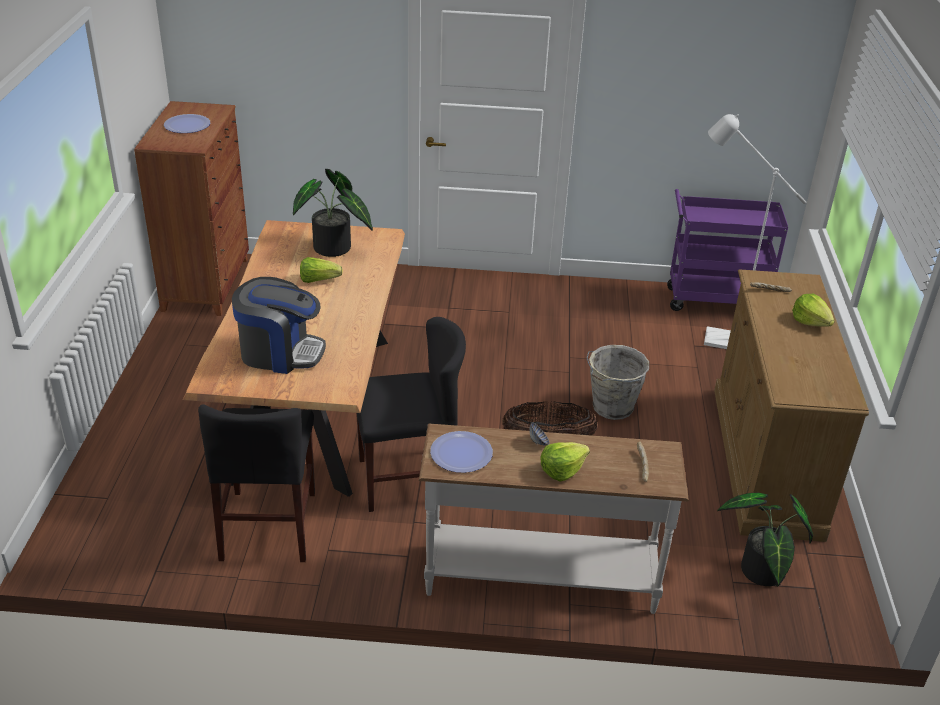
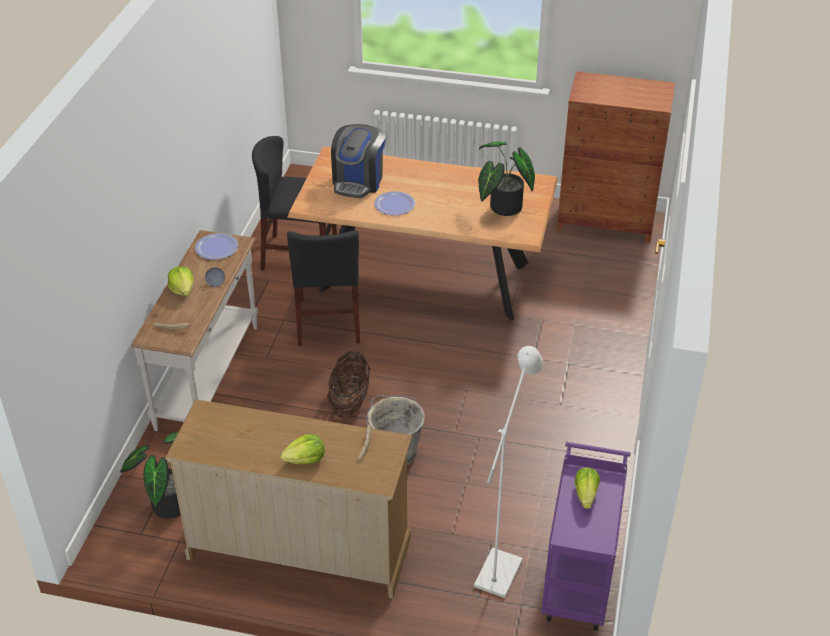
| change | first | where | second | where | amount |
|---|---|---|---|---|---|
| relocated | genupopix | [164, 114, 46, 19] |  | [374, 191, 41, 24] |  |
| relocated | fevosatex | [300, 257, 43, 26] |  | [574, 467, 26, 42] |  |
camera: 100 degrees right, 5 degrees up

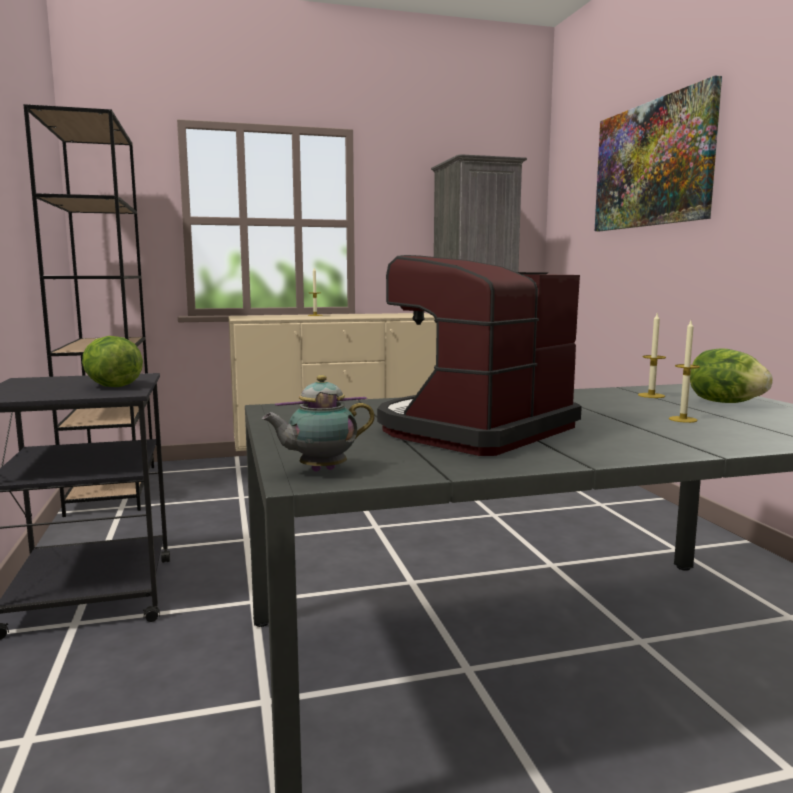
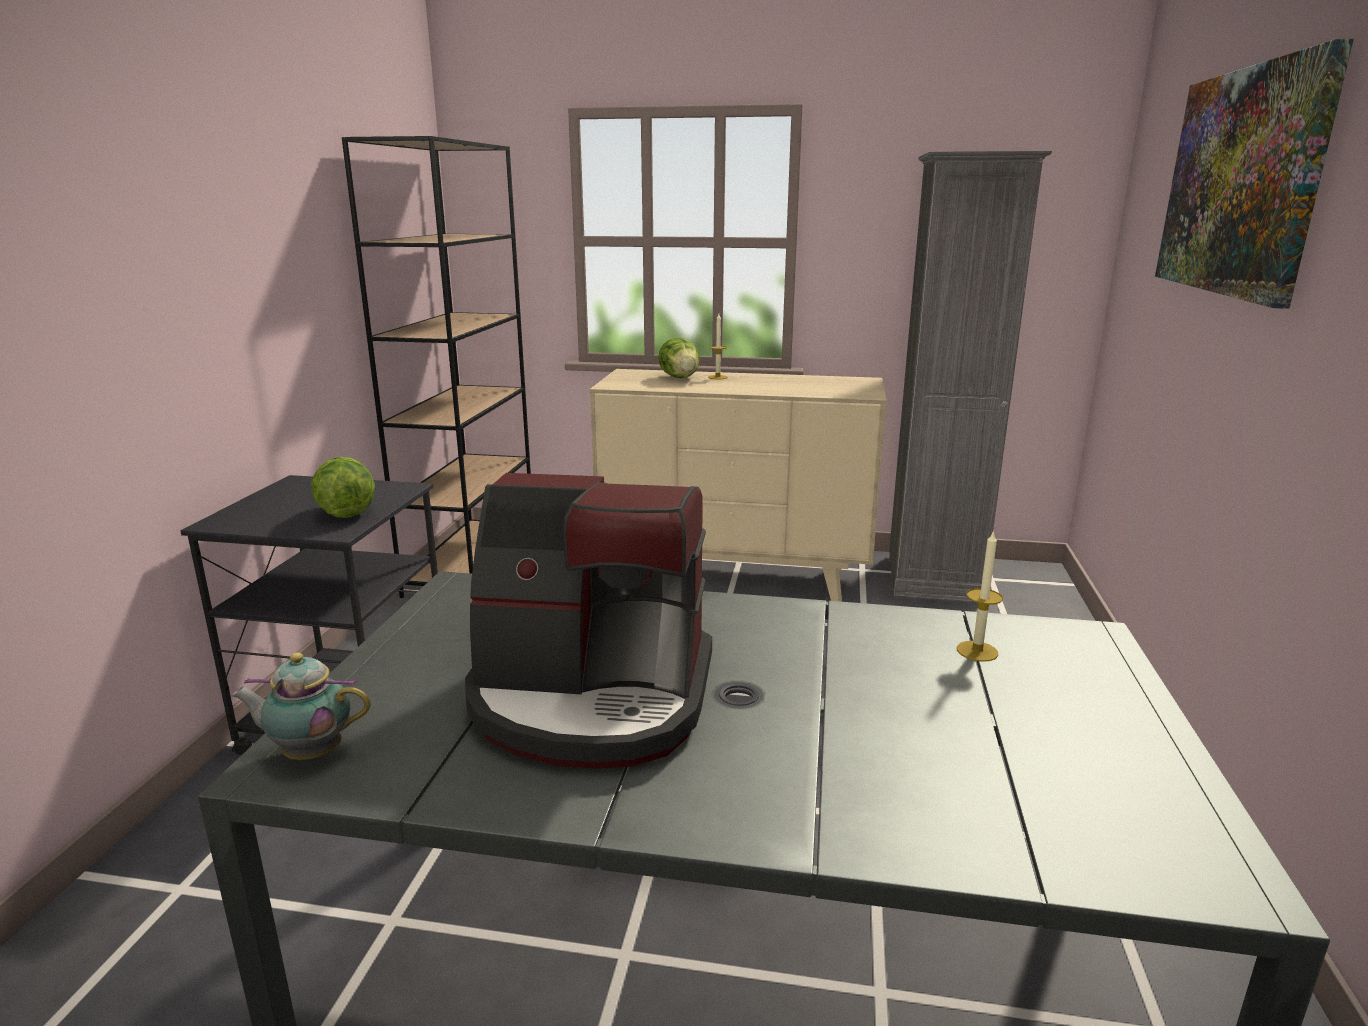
| change | first | where | second | where | amount |
|---|---|---|---|---|---|
| spun | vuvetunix | [377, 255, 205, 201] |  | [465, 473, 247, 296] | 150 degrees counterclockwise |
| relocated | fevosatex | [690, 348, 83, 55] |  | [658, 338, 42, 40] |  |
| missing | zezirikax | [669, 321, 31, 102] |  |  |  |
camera: 25 degrees right, 10 degrees up

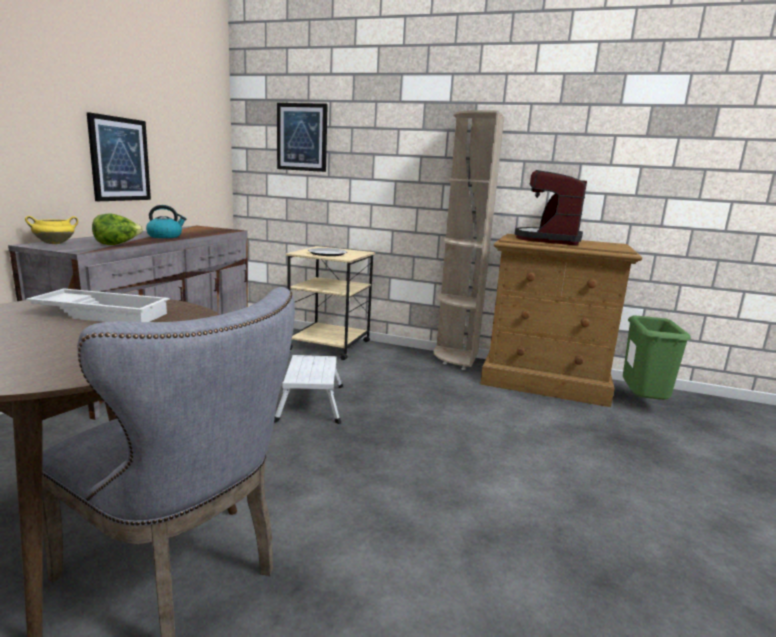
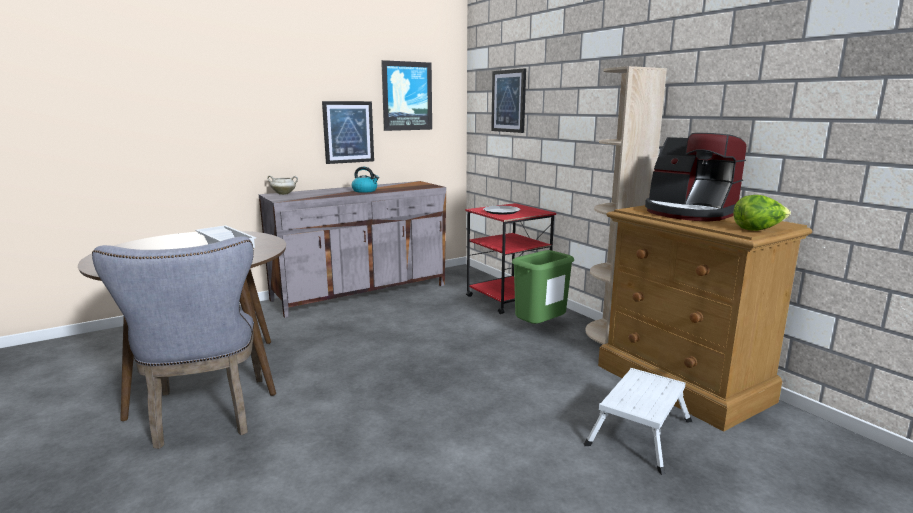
| change | first | where | second | where | amount |
|---|---|---|---|---|---|
| colour | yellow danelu | [25, 216, 53, 28] | white danelu | [267, 175, 31, 20] |  |
| appeared |  |  | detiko | [381, 60, 51, 71] |  |
| colour | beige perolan | [286, 246, 89, 114] | red perolan | [466, 203, 90, 111] |  |
| relocated | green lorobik | [623, 316, 68, 84] |  | [512, 250, 62, 74] |  |
| relocated | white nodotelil | [274, 355, 69, 69] |  | [584, 368, 108, 107] |  |
| spun | vuvetunix | [515, 170, 72, 75] |  | [645, 133, 101, 88] | 105 degrees counterclockwise |
| relocated | fevosatex | [92, 214, 51, 31] |  | [733, 195, 58, 36] |  |
camera: 40 degrees right, 0 degrees up

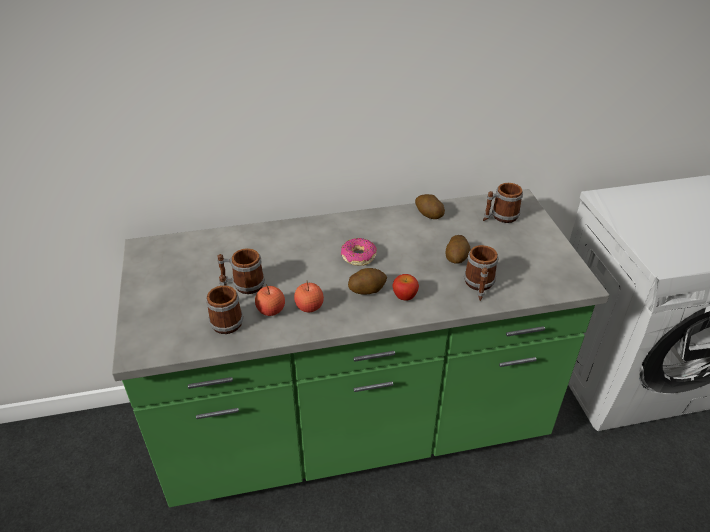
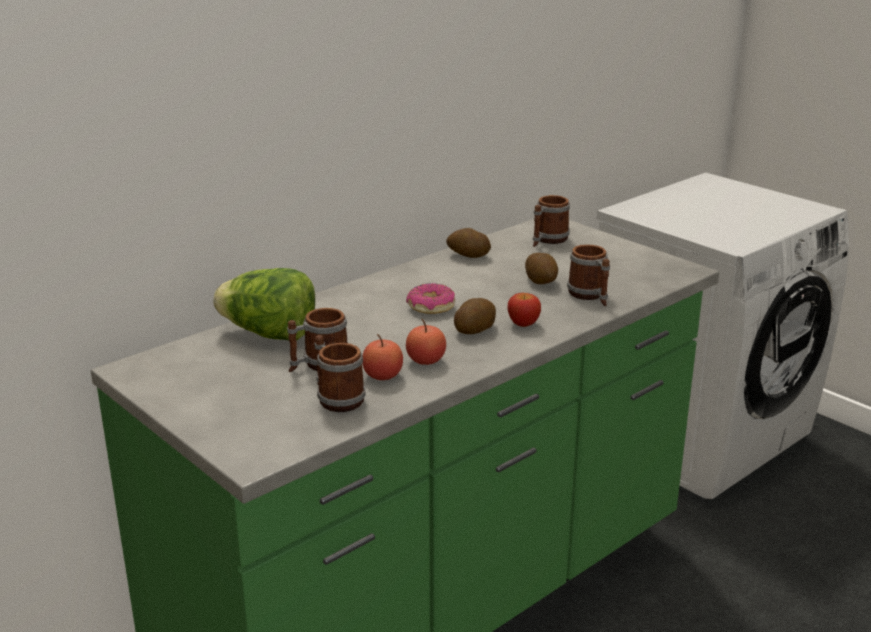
| change | first | where | second | where | amount |
|---|---|---|---|---|---|
| appeared |  |  | fevosatex | [213, 268, 102, 73] |  |
camera: 30 degrees left, 15 degrees down

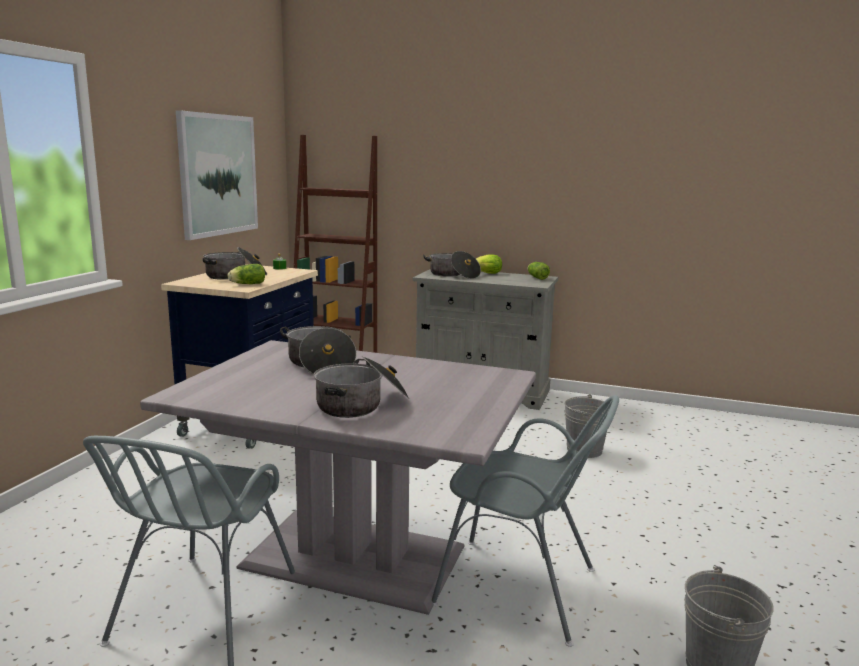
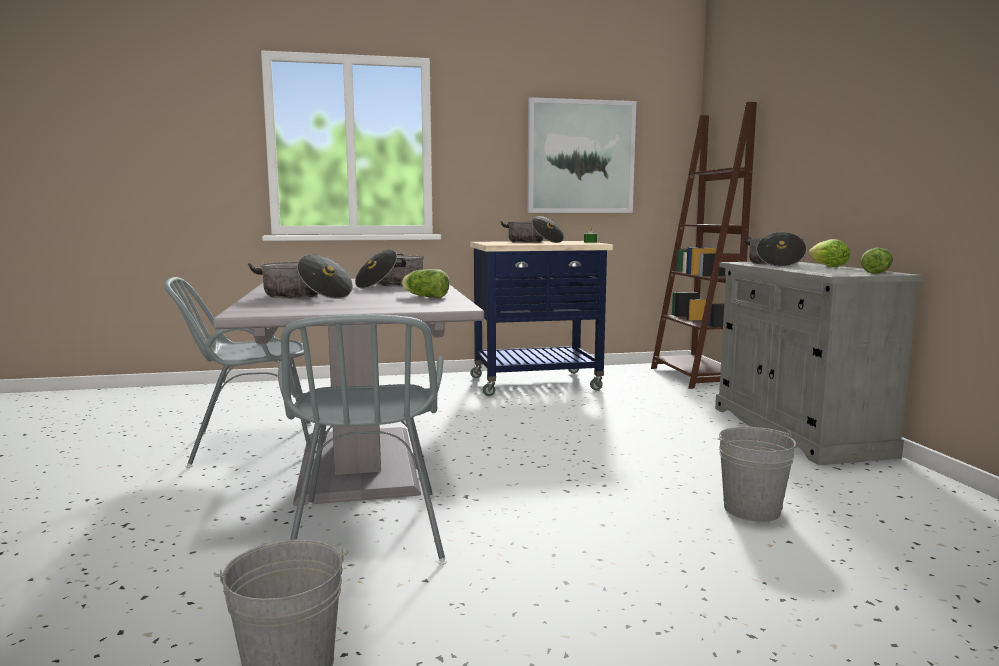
| change | first | where | second | where | amount |
|---|---|---|---|---|---|
| relocated | fevosatex | [228, 264, 37, 20] |  | [402, 269, 47, 29] |  |
camera: 60 degrees right, 5 degrees down

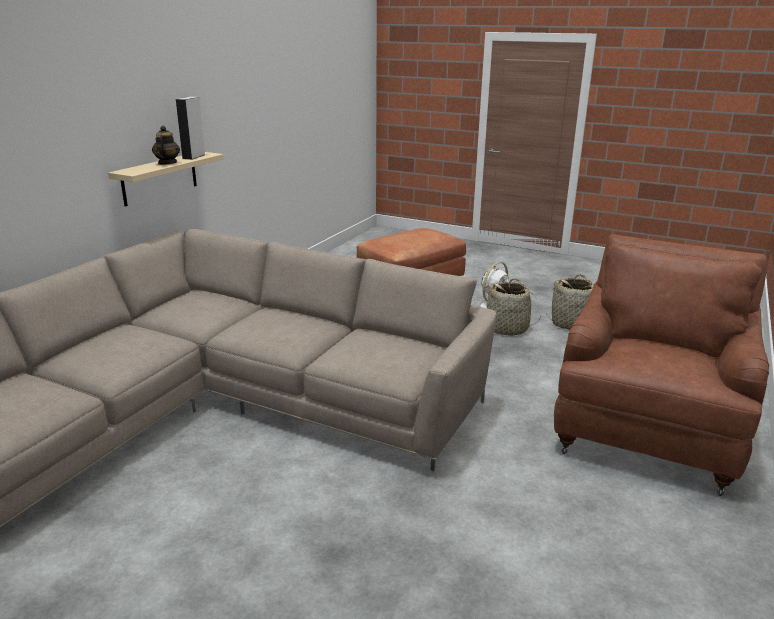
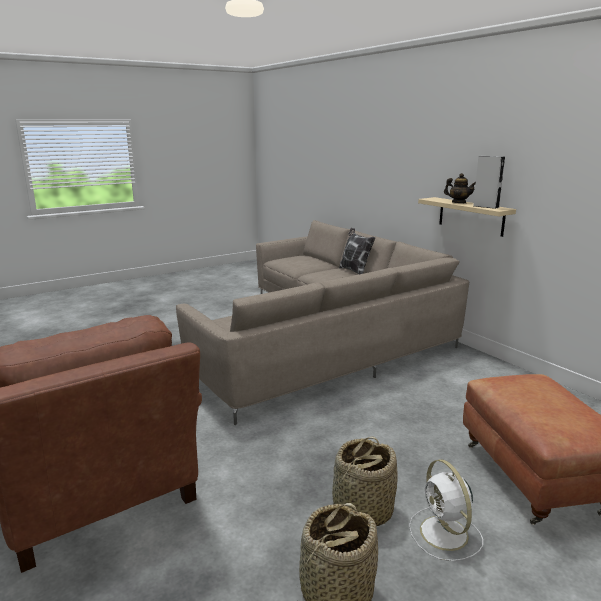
| change | first | where | second | where | amount |
|---|---|---|---|---|---|
| appeared |  |  | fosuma | [339, 228, 36, 47] |  |
camera: 120 degrees right, 5 degrees down

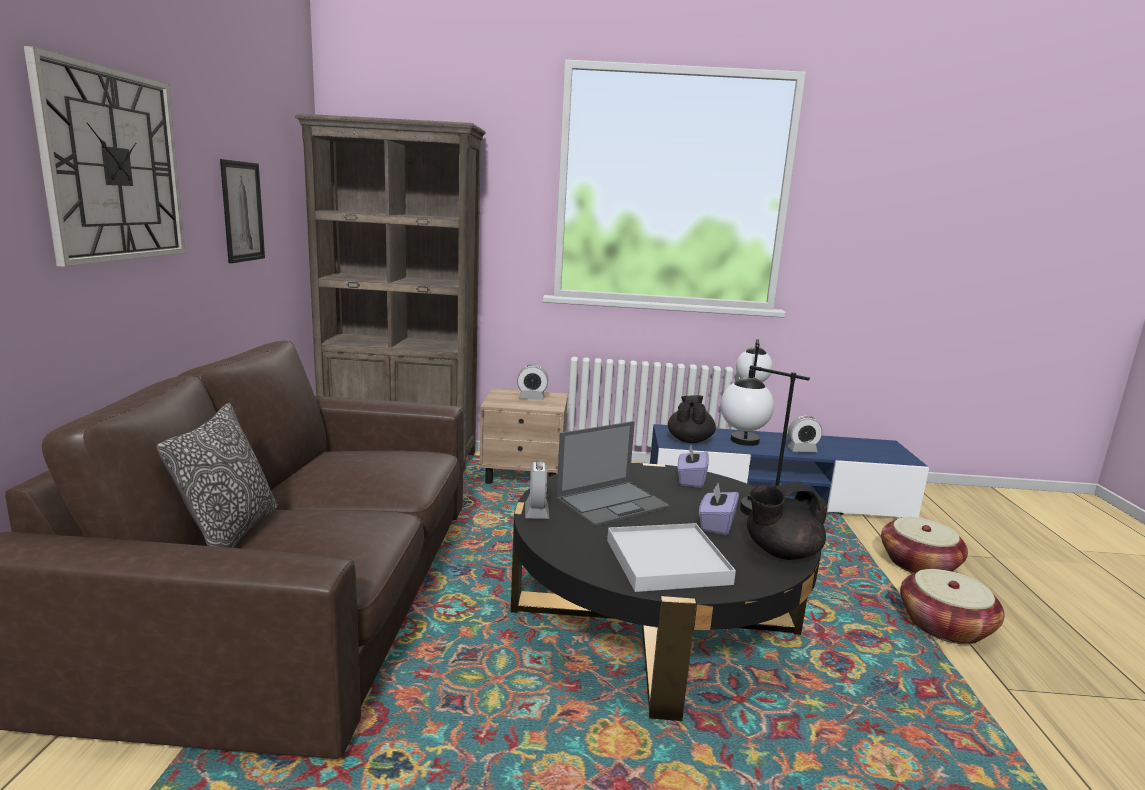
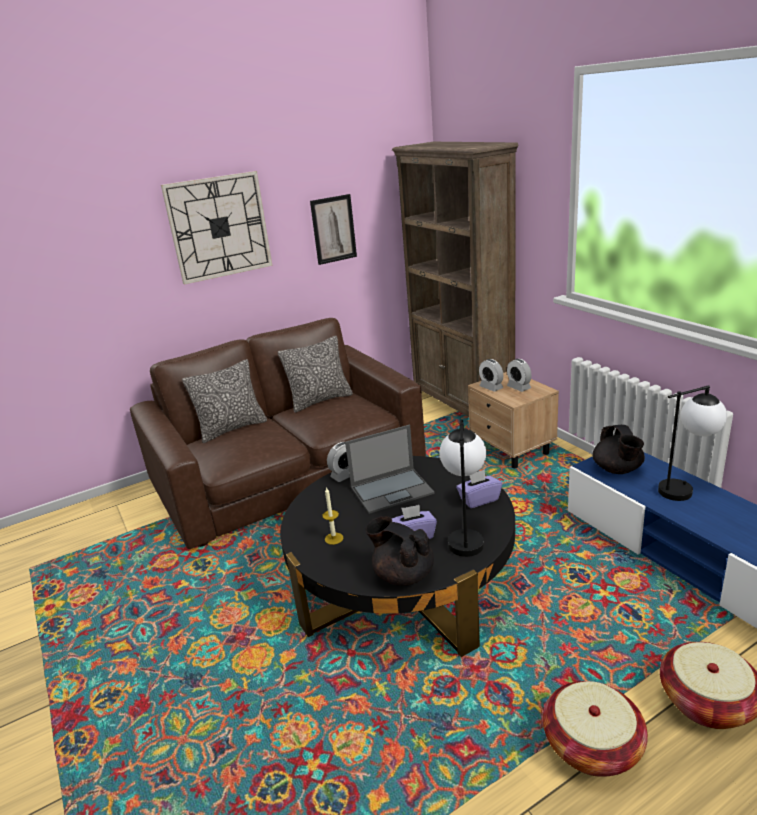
| change | first | where | second | where | amount |
|---|---|---|---|---|---|
| appeared |  |  | fosuma | [278, 336, 75, 77] |  |
| exchanged | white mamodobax | [607, 523, 129, 69] | zezirikax | [322, 487, 21, 58] |  |
| spun | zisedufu | [556, 421, 114, 106] |  | [345, 425, 90, 89] | 45 degrees counterclockwise |
| relocated | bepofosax | [787, 416, 35, 36] |  | [479, 359, 24, 33] |  |
| spun | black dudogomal | [668, 395, 48, 48] |  | [593, 425, 52, 49] | 105 degrees clockwise |
camera: 60 degrees right, 10 degrees up

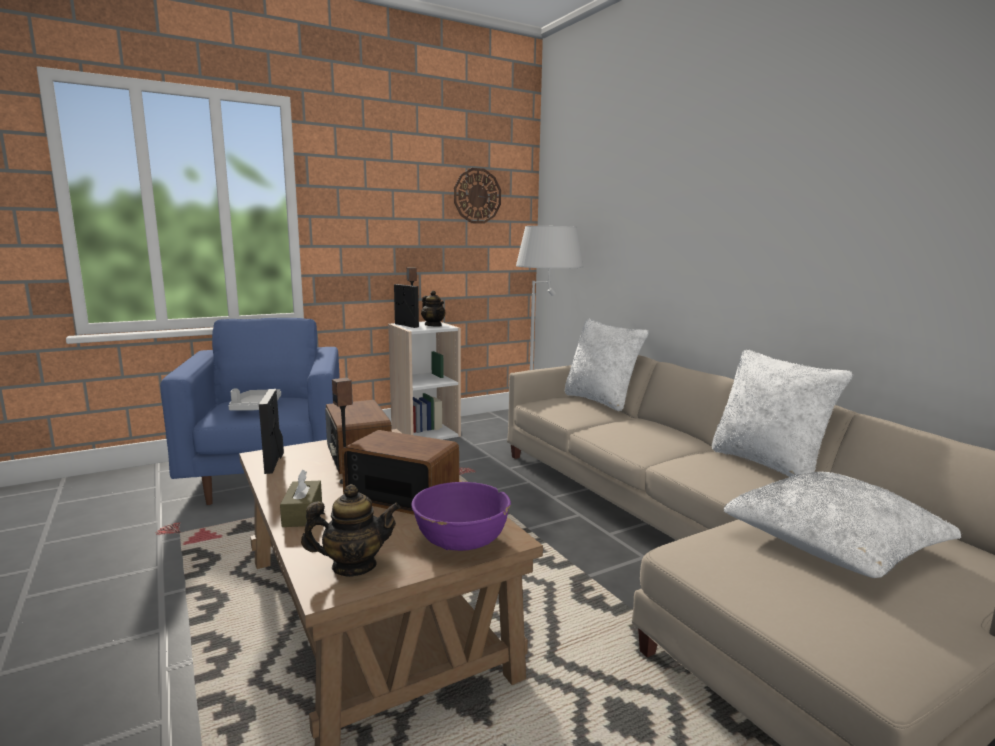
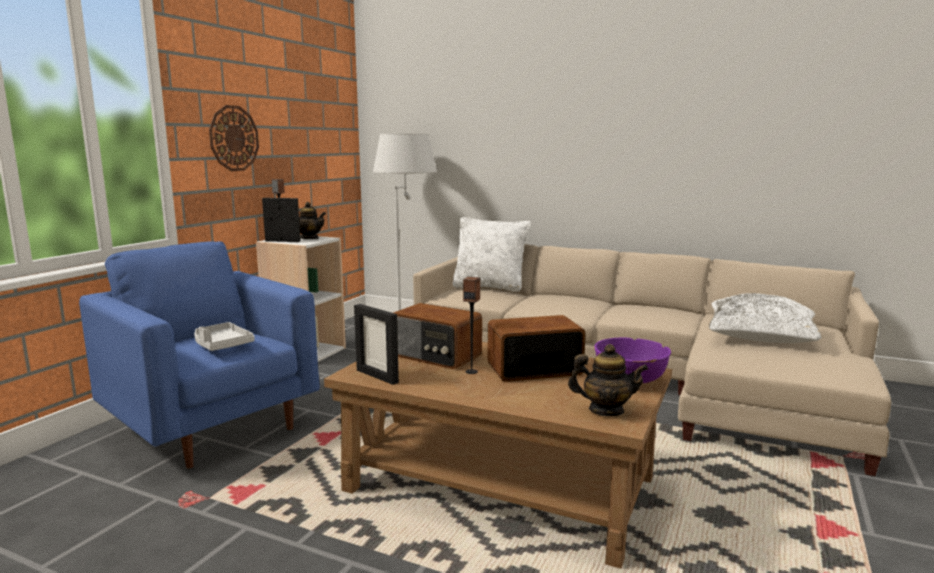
| change | first | where | second | where | amount |
|---|---|---|---|---|---|
| relocated | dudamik | [454, 168, 47, 56] |  | [209, 105, 50, 66] |  |
| spun | dudogomal | [301, 484, 100, 93] |  | [568, 344, 80, 72] | 60 degrees clockwise |
| missing | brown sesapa | [280, 470, 42, 57] |  |  |  |
| missing | white fosuma | [712, 349, 141, 128] |  |  |  |
camera: 35 degrees left, 0 degrees up

